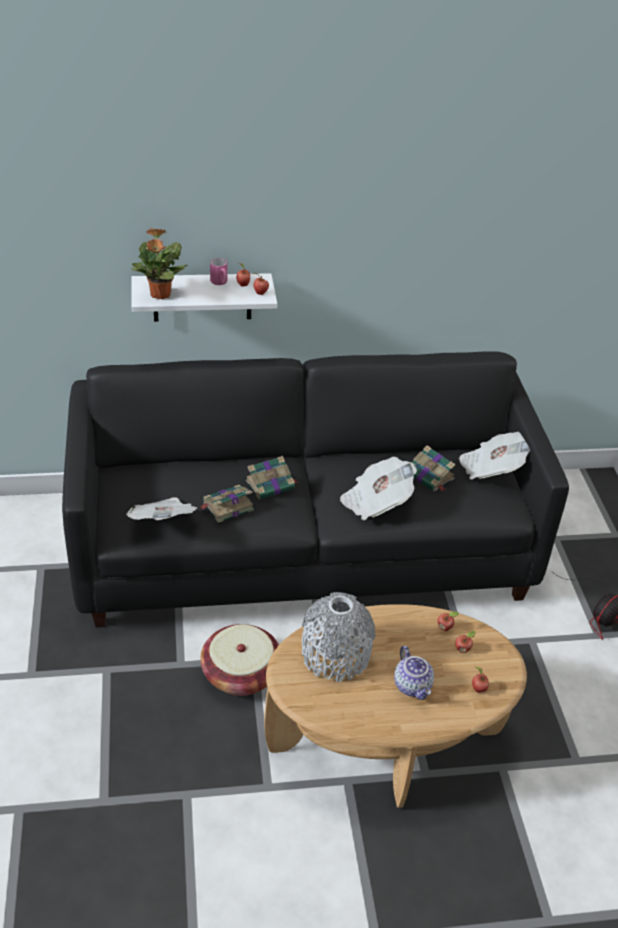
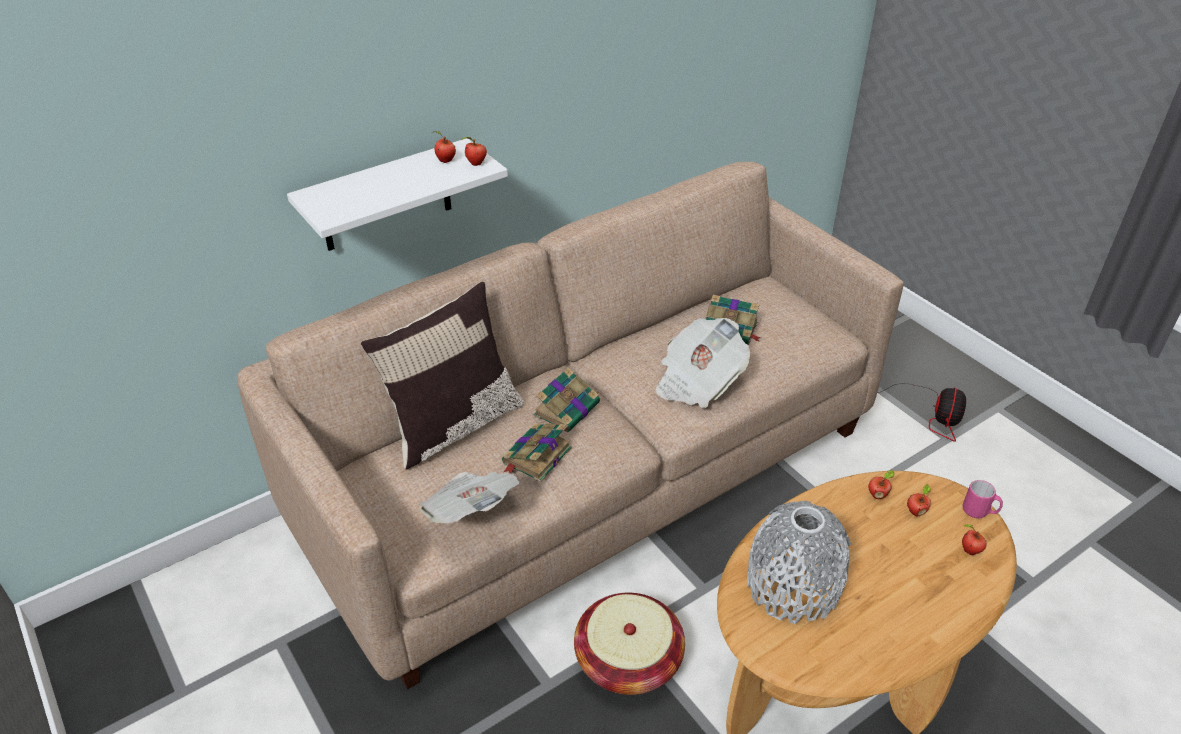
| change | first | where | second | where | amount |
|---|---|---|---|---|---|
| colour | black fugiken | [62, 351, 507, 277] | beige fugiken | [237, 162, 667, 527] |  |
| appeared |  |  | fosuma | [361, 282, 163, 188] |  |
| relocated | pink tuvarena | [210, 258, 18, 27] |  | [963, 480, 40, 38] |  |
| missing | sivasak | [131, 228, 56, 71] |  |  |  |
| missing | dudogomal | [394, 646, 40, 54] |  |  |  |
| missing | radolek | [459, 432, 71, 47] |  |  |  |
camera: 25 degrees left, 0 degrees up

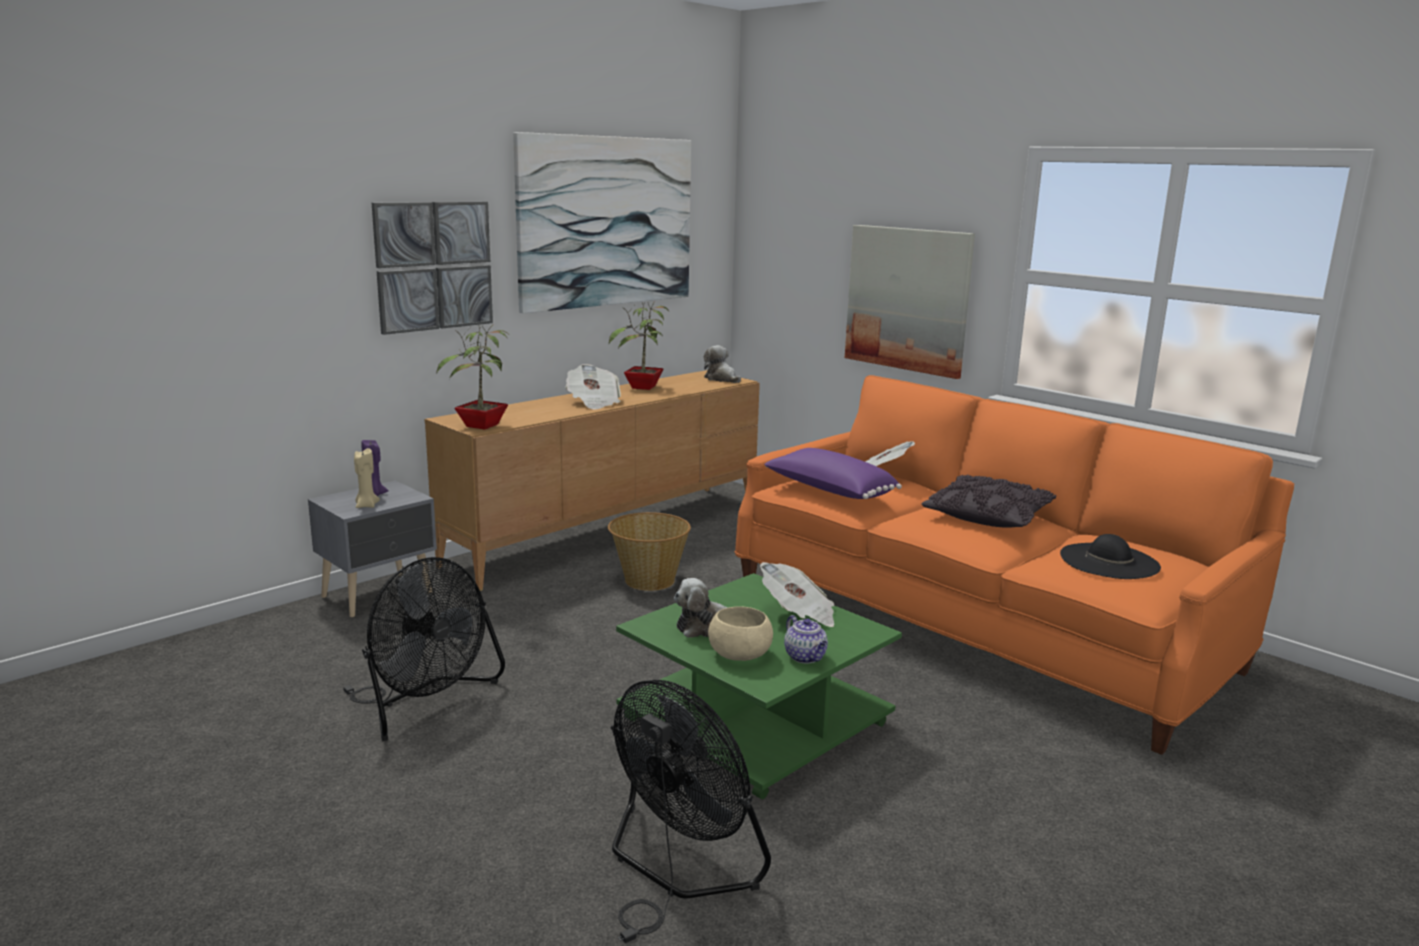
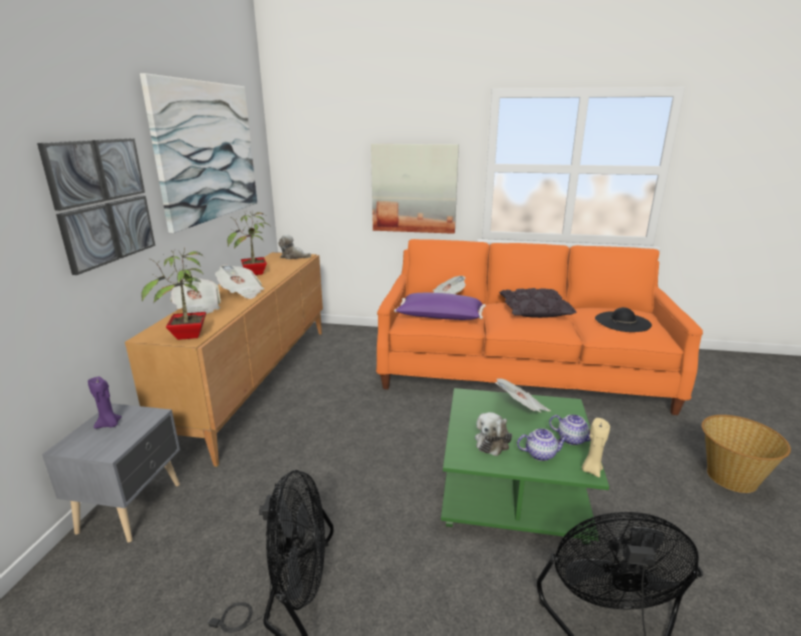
| change | first | where | second | where | amount |
|---|---|---|---|---|---|
| appeared |  |  | radolek | [170, 276, 51, 38] |  |
| exchanged | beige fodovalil | [708, 607, 65, 54] | dudogomal | [517, 428, 52, 33] |  |
| relocated | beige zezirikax | [354, 448, 26, 60] |  | [582, 418, 28, 60] |  |
| relocated | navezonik | [608, 512, 83, 79] |  | [702, 415, 89, 78] |  |
camera: 35 degrees left, 5 degrees up

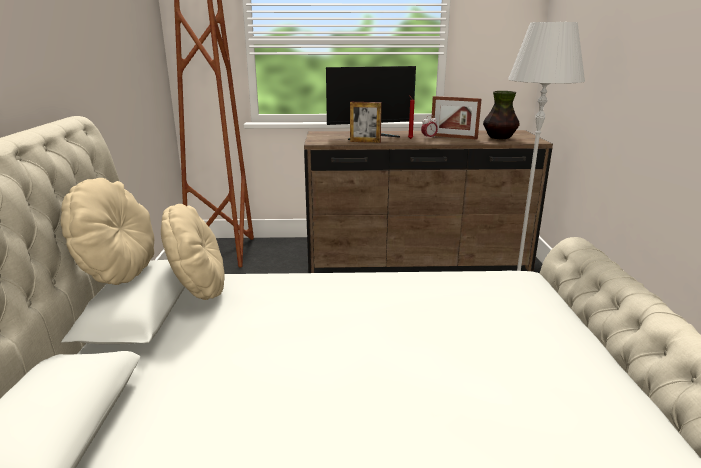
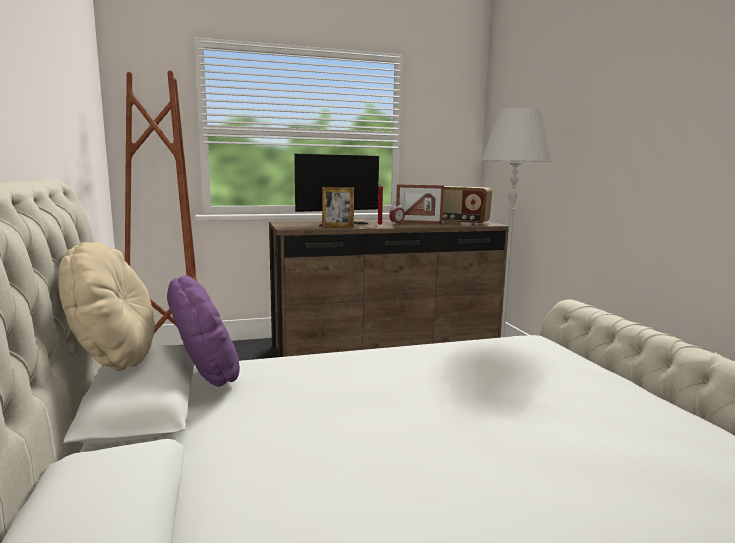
| change | first | where | second | where | amount |
|---|---|---|---|---|---|
| colour | beige fosuma | [161, 204, 64, 96] | purple fosuma | [167, 275, 73, 112] |  |
| exchanged | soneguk | [483, 91, 37, 48] | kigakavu | [443, 186, 49, 39] |  |
camera: 15 degrees left, 10 degrees down

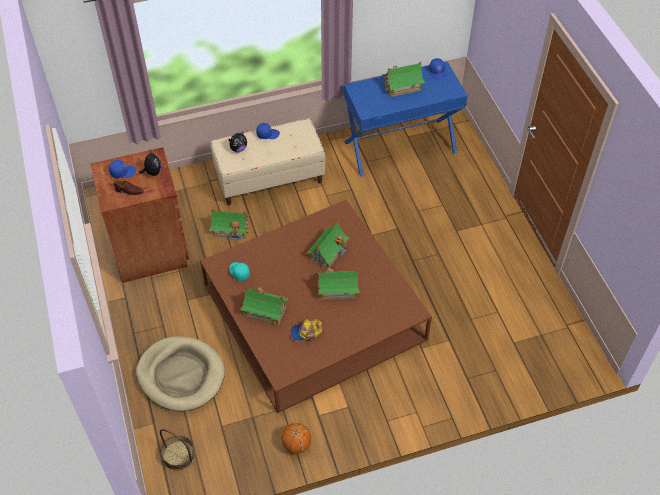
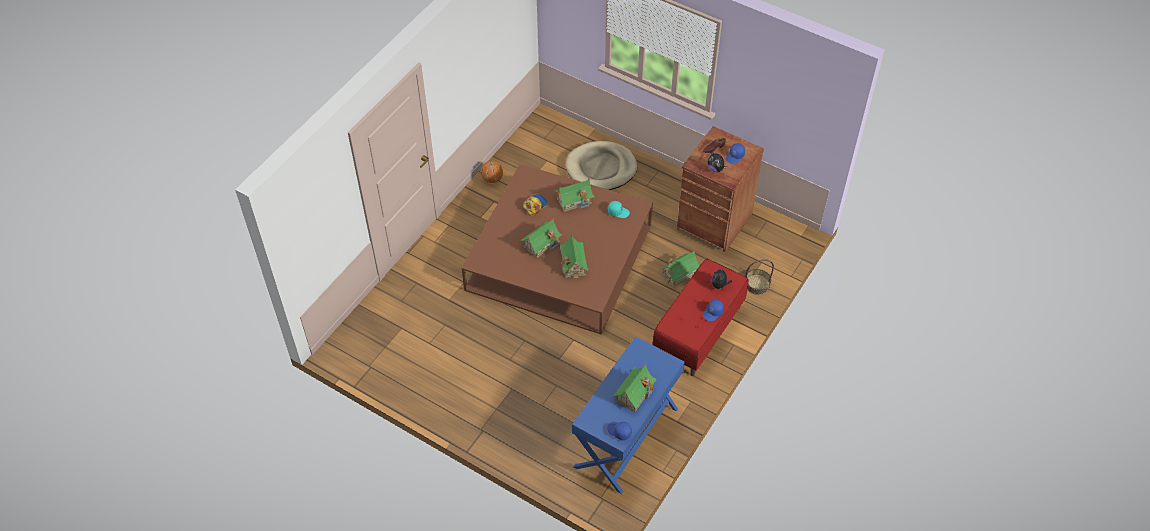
| change | first | where | second | where | amount |
|---|---|---|---|---|---|
| colour | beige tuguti | [210, 119, 115, 86] | red tuguti | [653, 259, 96, 117] |  |
| relocated | navezonik | [160, 429, 35, 41] |  | [745, 259, 29, 36] |  |
camera: 140 degrees right, 0 degrees up

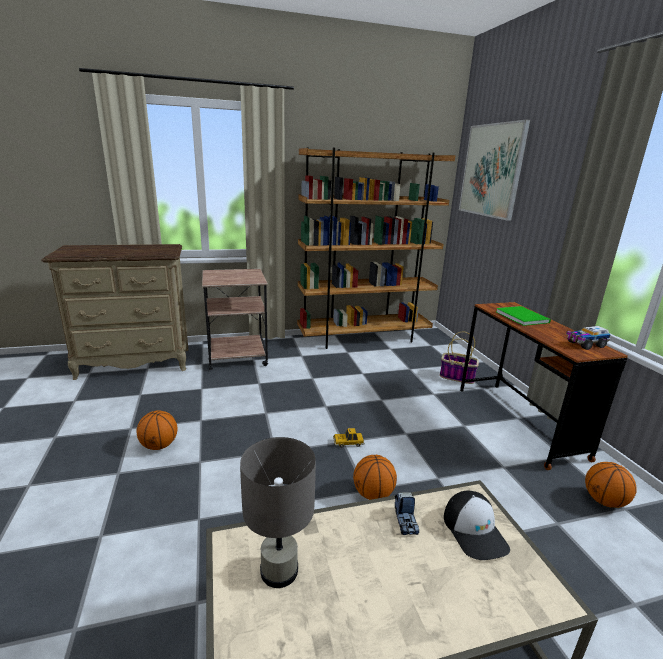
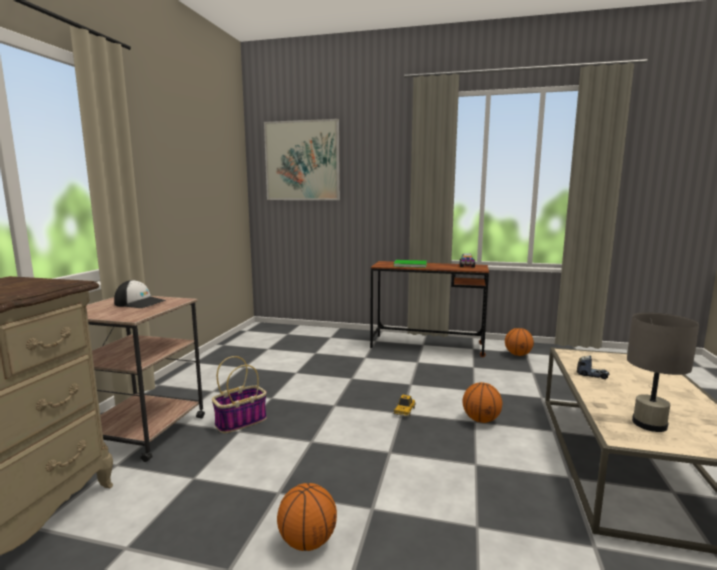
| change | first | where | second | where | amount |
|---|---|---|---|---|---|
| relocated | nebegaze | [444, 491, 66, 69] |  | [114, 280, 52, 28] |  |
| relocated | navezonik | [440, 332, 39, 52] |  | [212, 356, 55, 77] |  |
| missing | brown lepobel | [297, 148, 159, 201] |  |  |  |
camera: 60 degrees left, 10 degrees down

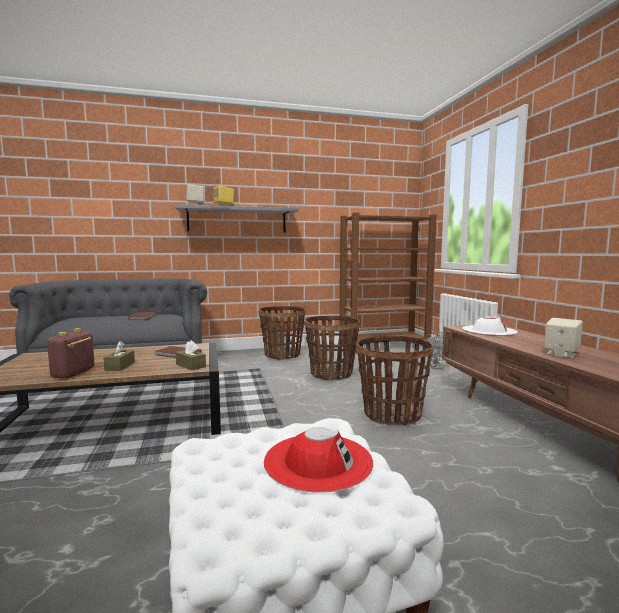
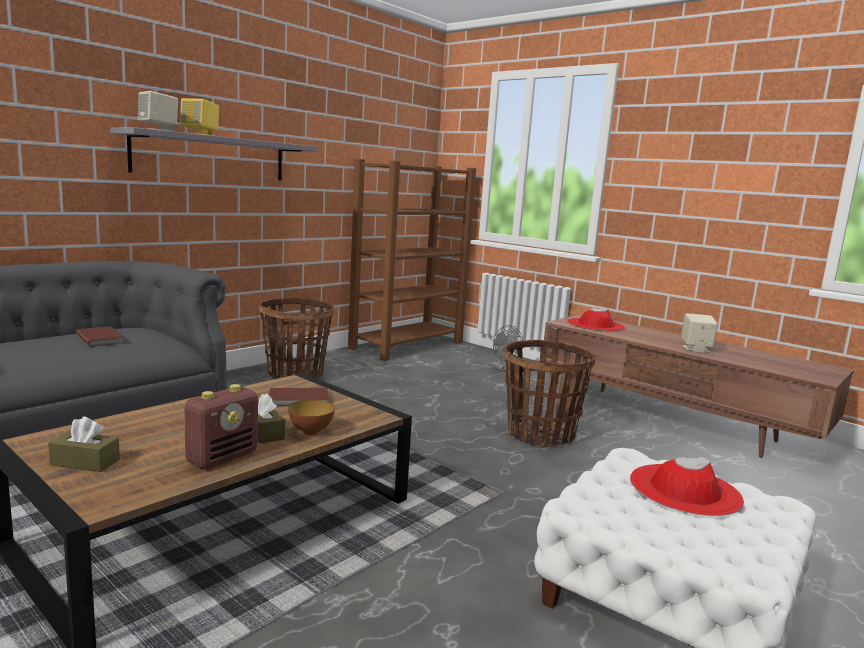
| change | first | where | second | where | amount |
|---|---|---|---|---|---|
| relocated | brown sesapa | [176, 341, 30, 29] |  | [48, 417, 72, 55] |  |
| spun | kigakavu | [47, 328, 48, 50] |  | [184, 384, 74, 85] | 120 degrees counterclockwise |
| appeared |  |  | fodovalil | [288, 400, 47, 35] |  |
| colour | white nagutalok | [462, 316, 56, 20] | red nagutalok | [567, 308, 58, 24] |  |
| missing | navezonik | [304, 316, 56, 65] |  |  |  |
camera: 35 degrees left, 5 degrees up

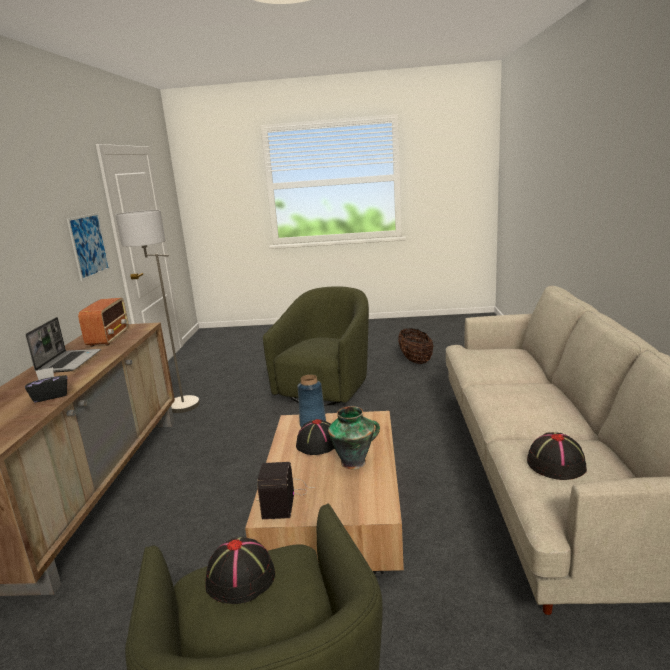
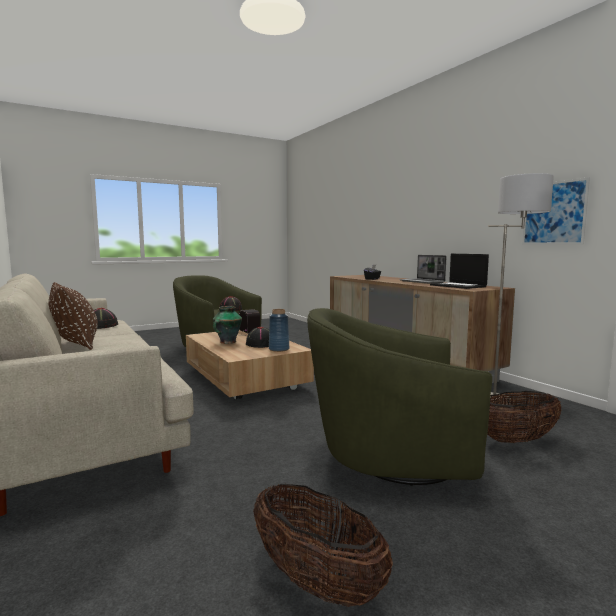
| change | first | where | second | where | amount |
|---|---|---|---|---|---|
| appeared |  |  | brown fosuma | [48, 282, 50, 68] |  |
| spun | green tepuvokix | [263, 286, 106, 120] |  | [307, 308, 185, 178] | 105 degrees clockwise |
| exchanged | kigakavu | [78, 298, 51, 49] | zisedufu | [430, 254, 59, 35] |  |
| appeared |  |  | navezonik | [487, 391, 75, 52] |  |
camera: 145 degrees right, 10 degrees down

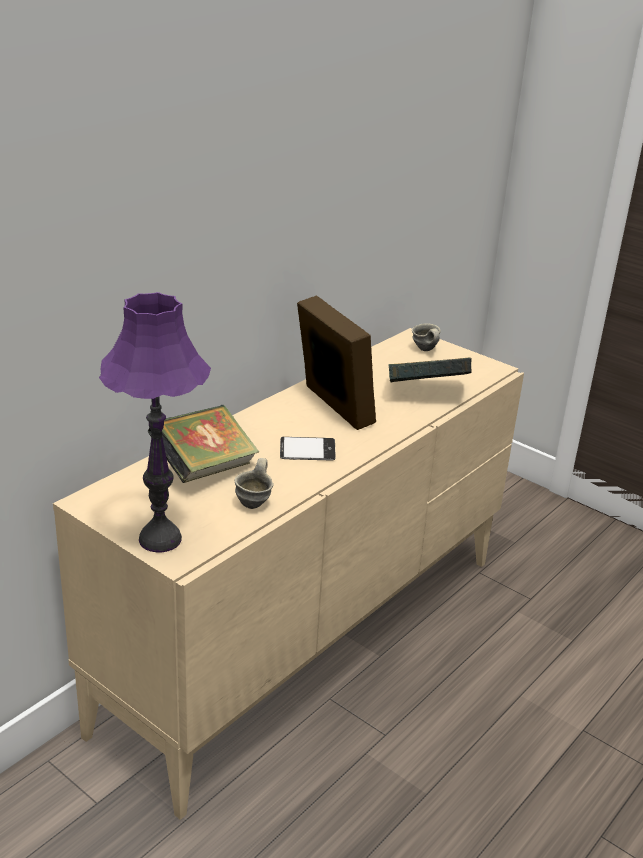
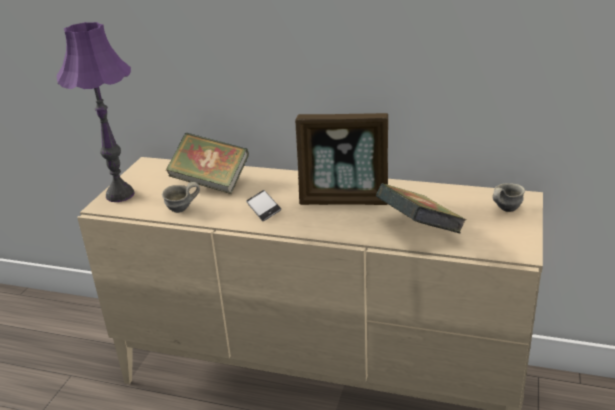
| change | first | where | second | where | amount |
|---|---|---|---|---|---|
| spun | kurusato | [297, 295, 79, 135] |  | [295, 113, 93, 92] | 60 degrees clockwise |
camera: 70 degrees right, 0 degrees up

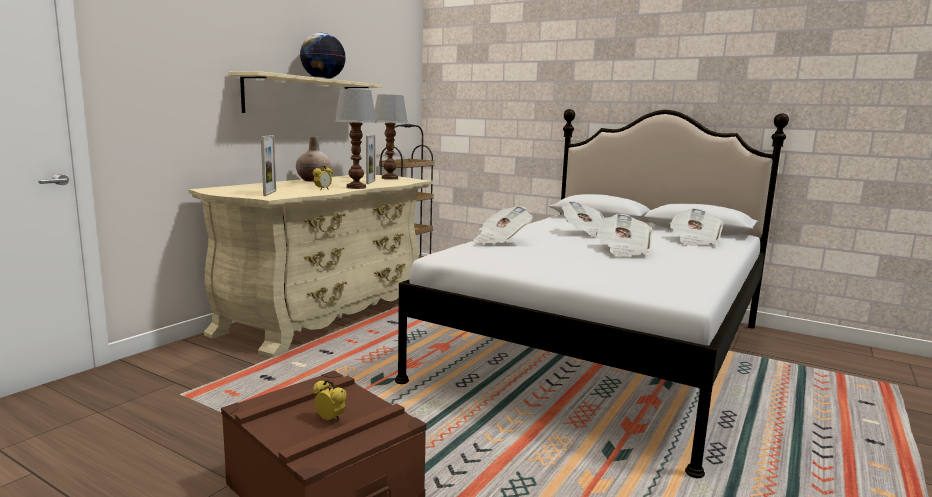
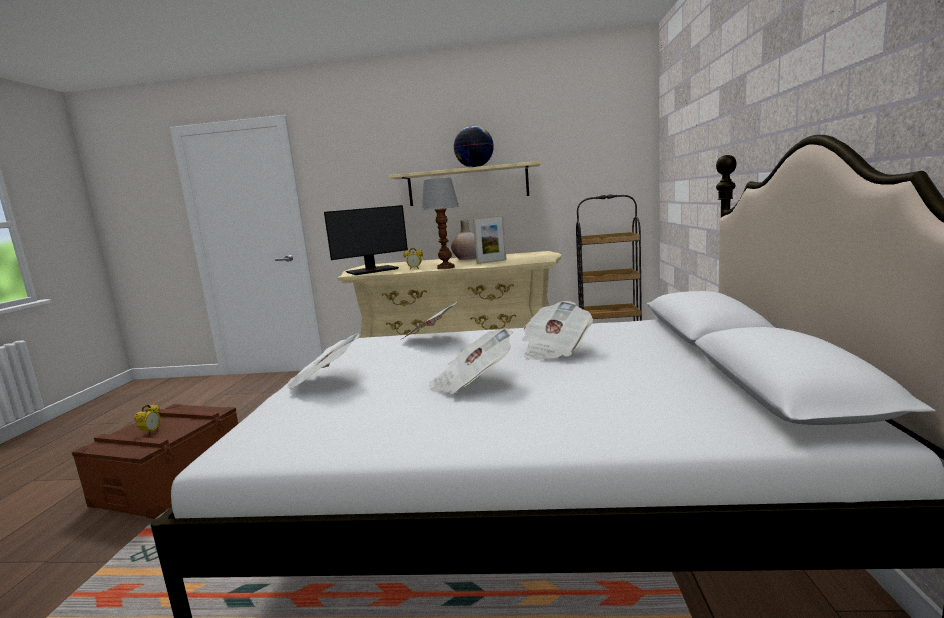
| change | first | where | second | where | amount |
|---|---|---|---|---|---|
| relocated | radolek | [669, 208, 55, 38] |  | [288, 333, 71, 58] |  |
| exchanged | kurusato | [261, 135, 15, 61] | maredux | [324, 205, 84, 70] |  |
| missing | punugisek | [375, 94, 33, 86] |  |  |  |
camera: 65 degrees right, 0 degrees up

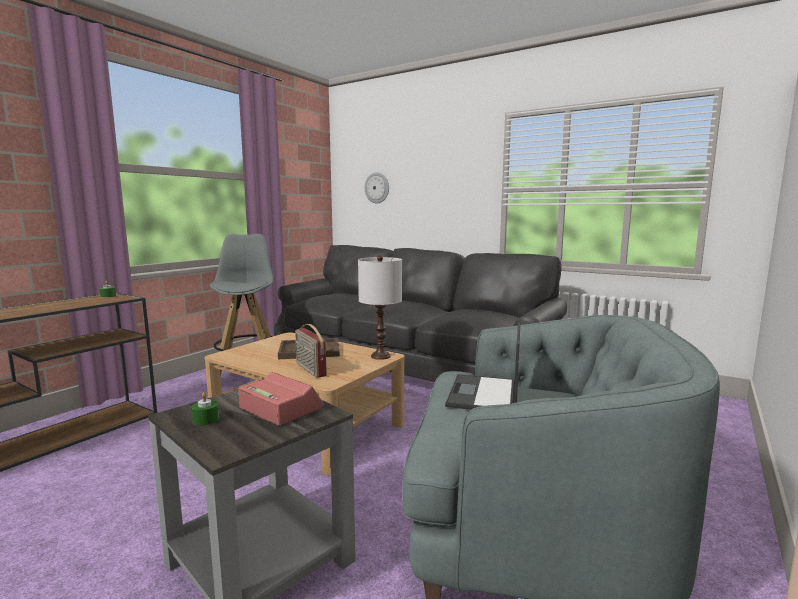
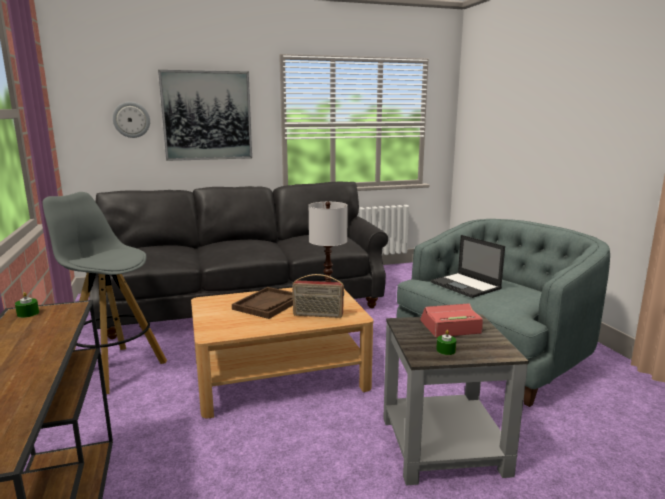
| change | first | where | second | where | amount |
|---|---|---|---|---|---|
| appeared |  |  | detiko | [158, 70, 94, 91] |  |
camera: 50 degrees left, 5 degrees up

